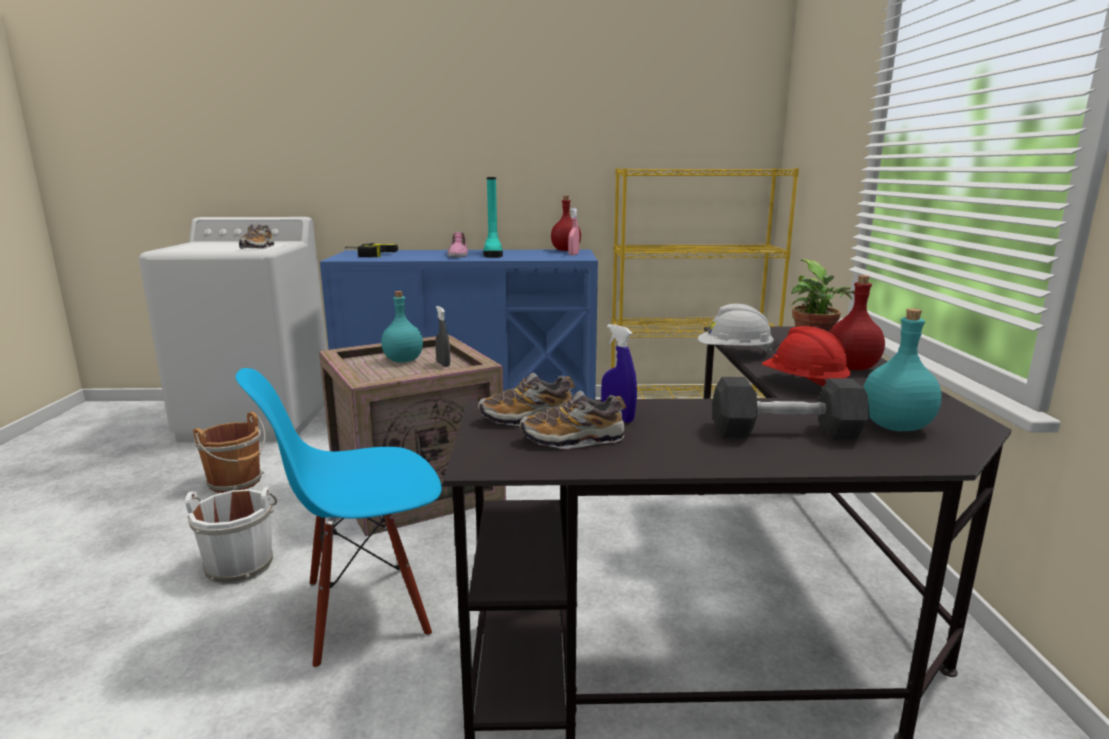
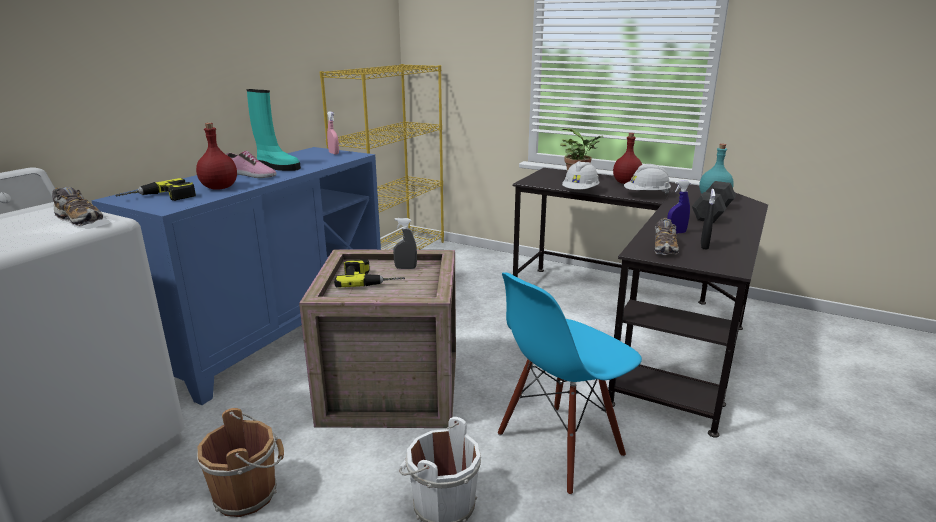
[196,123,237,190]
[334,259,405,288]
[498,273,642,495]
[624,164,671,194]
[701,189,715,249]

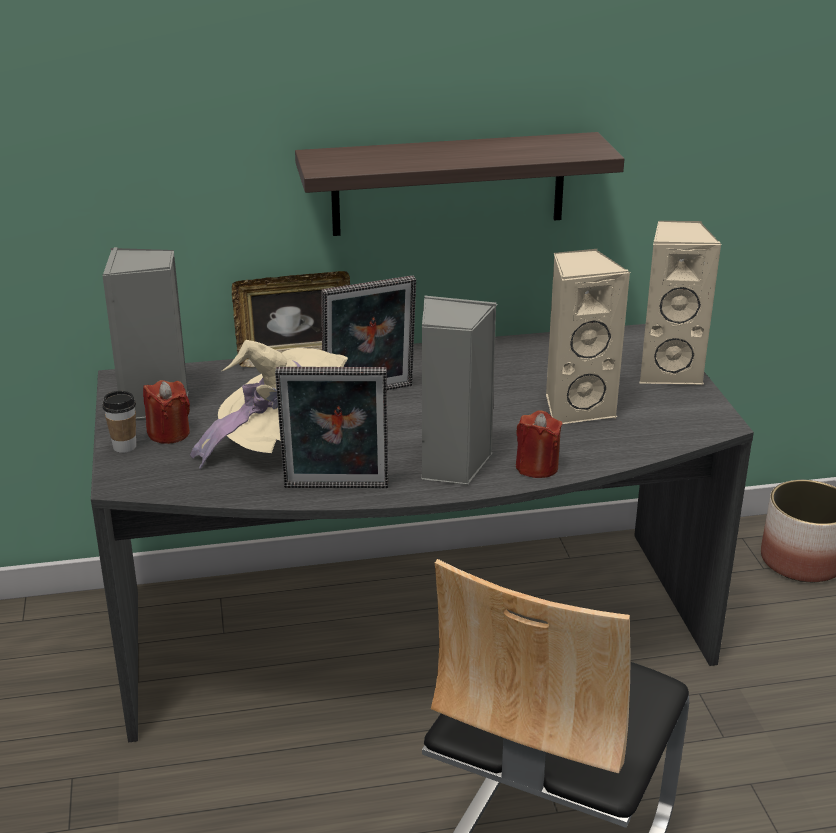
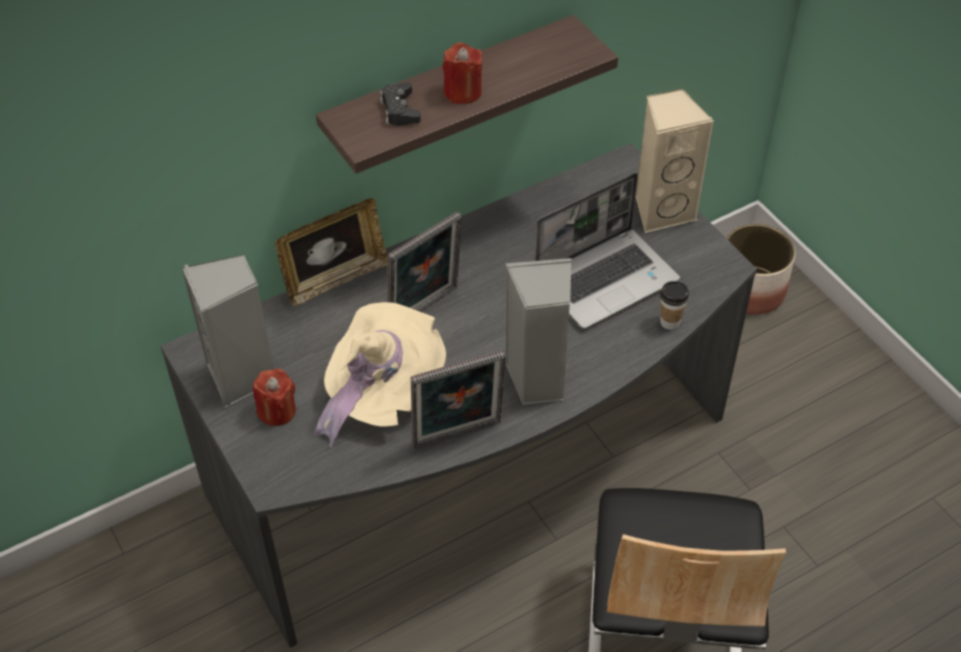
[380,82,421,126]
[442,43,483,104]
[535,173,680,329]
[660,281,689,330]

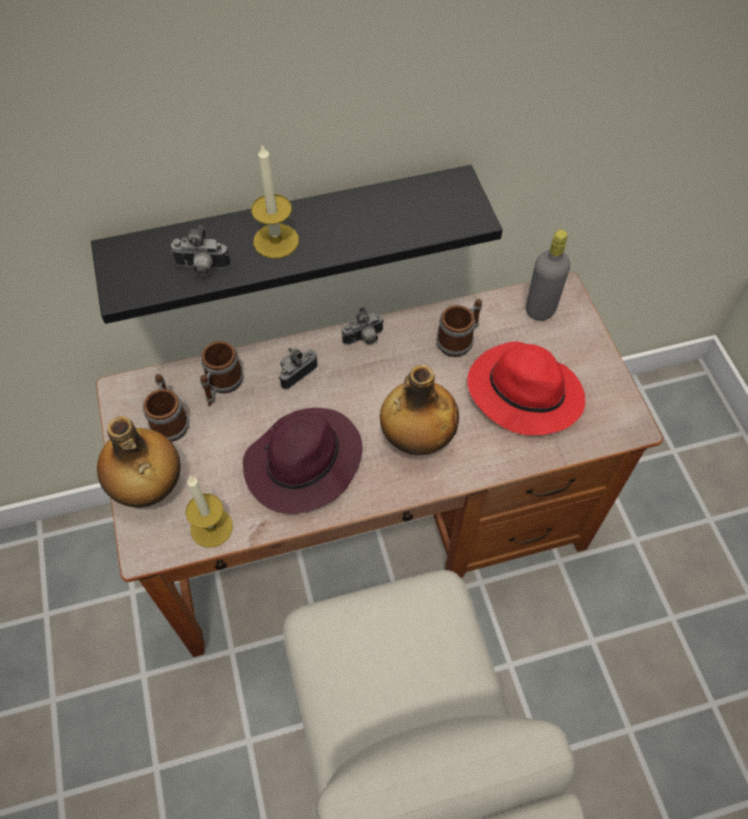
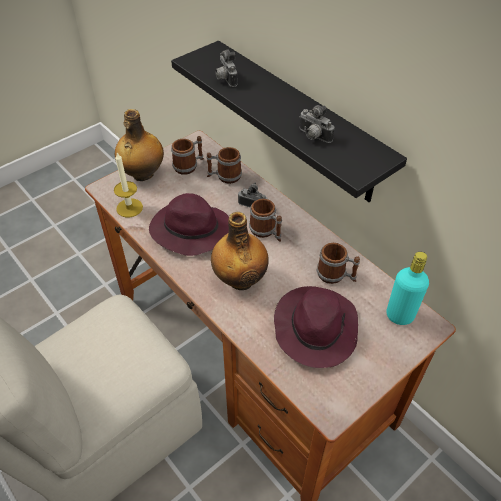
[249,199,282,242]
[274,286,358,368]
[299,105,335,143]
[387,252,429,325]
[251,144,299,258] (first image)

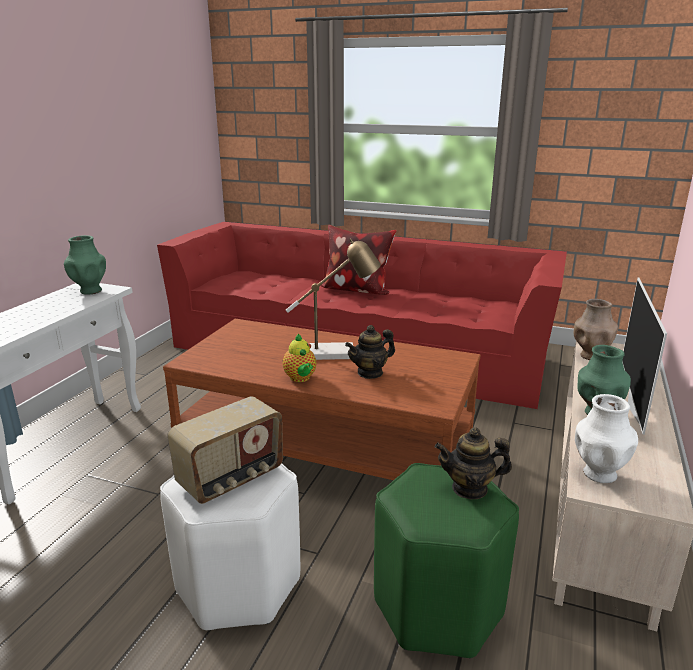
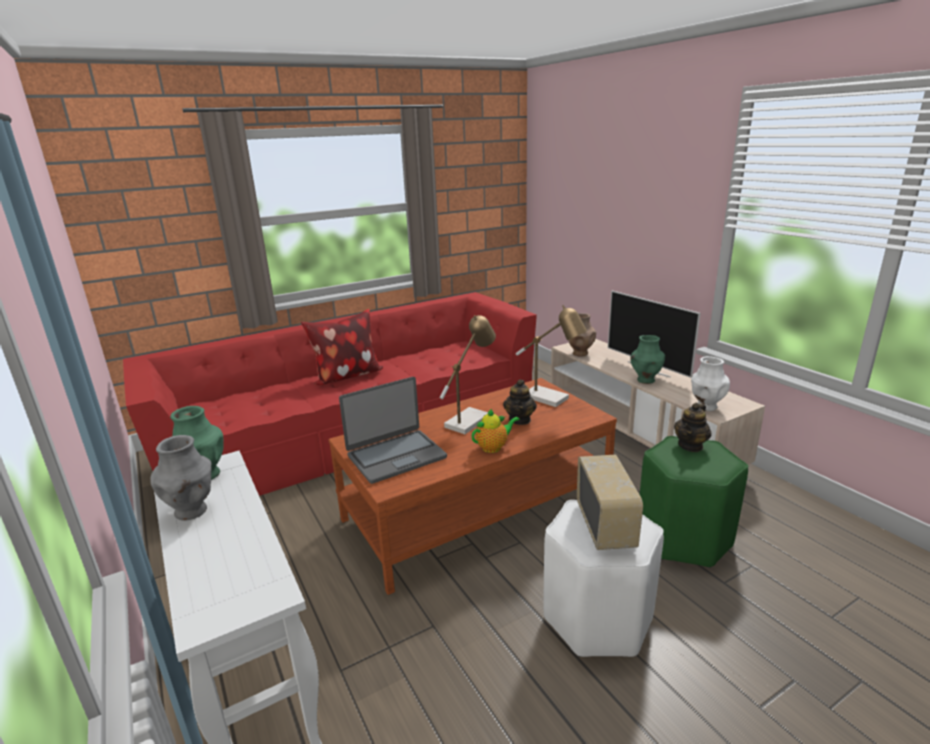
[151,435,212,521]
[339,377,447,484]
[472,409,520,453]
[516,305,587,407]

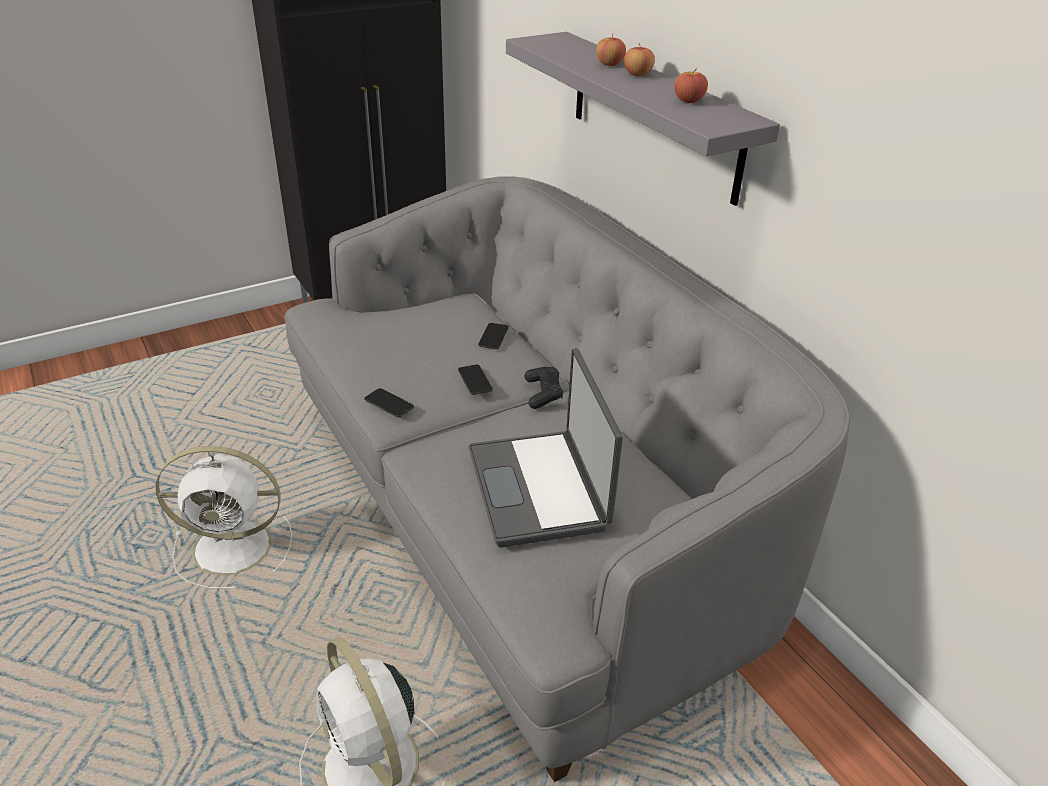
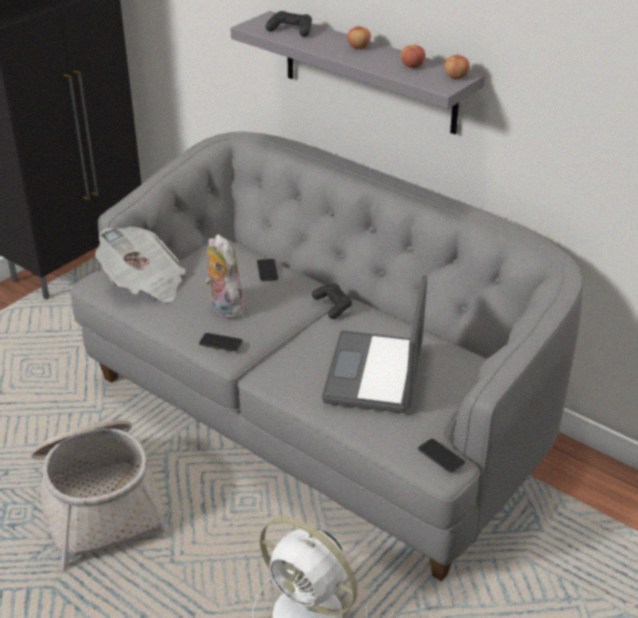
[30,420,173,571]
[95,227,186,302]
[205,234,245,319]
[266,11,312,37]
[322,275,427,413]
[418,439,465,473]
[444,53,470,79]

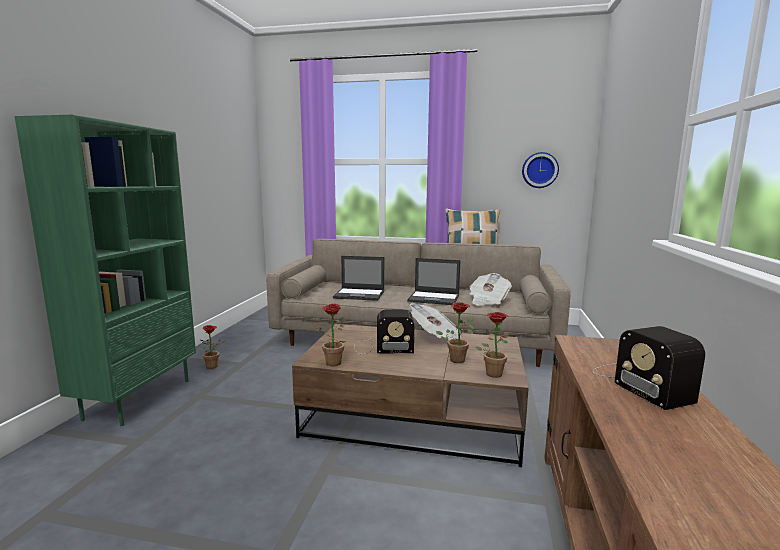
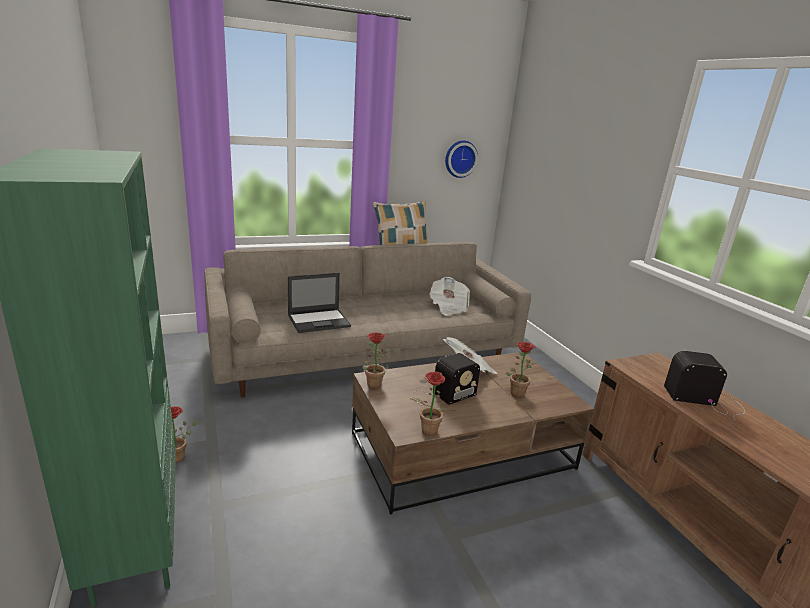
[362,332,390,389]
[664,351,745,421]
[407,258,460,305] (first image)

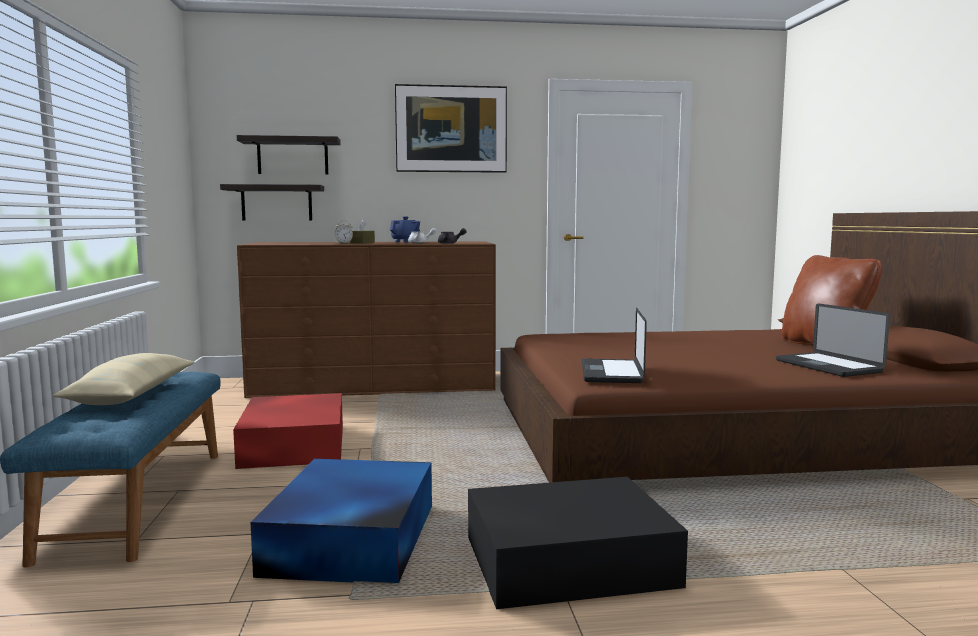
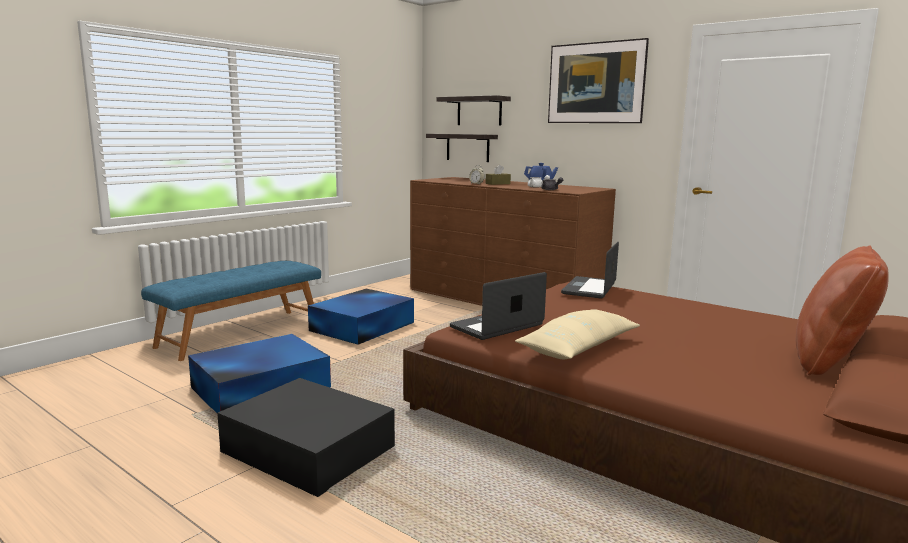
[308,289,414,345]
[515,309,640,359]
[561,242,619,299]

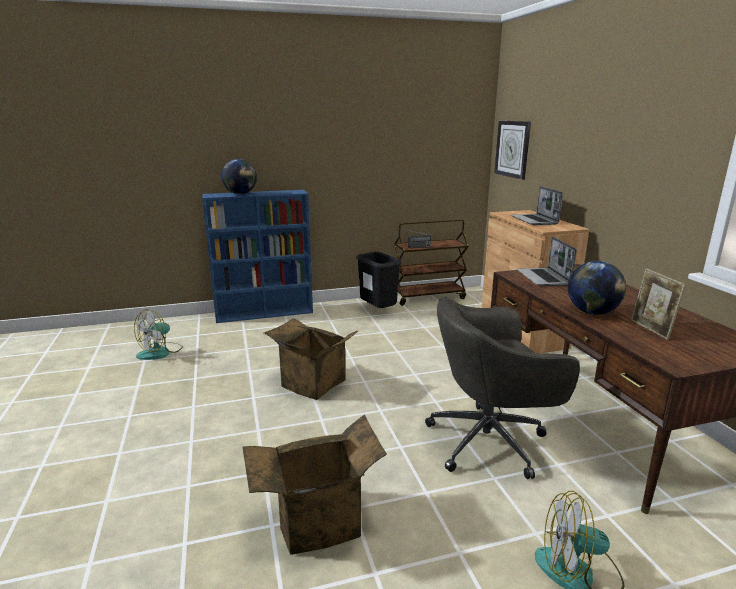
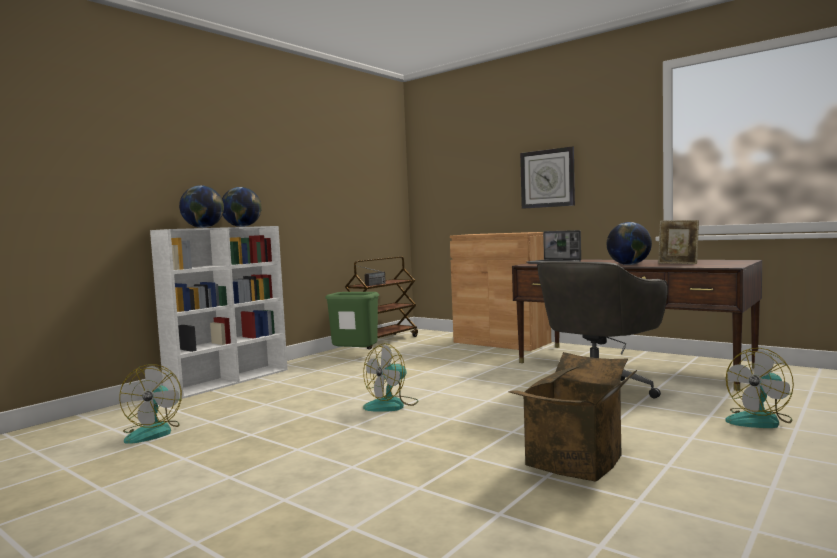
[150,226,288,399]
[222,187,262,227]
[325,292,379,347]
[363,343,419,412]
[520,146,575,209]
[511,186,563,225] (first image)

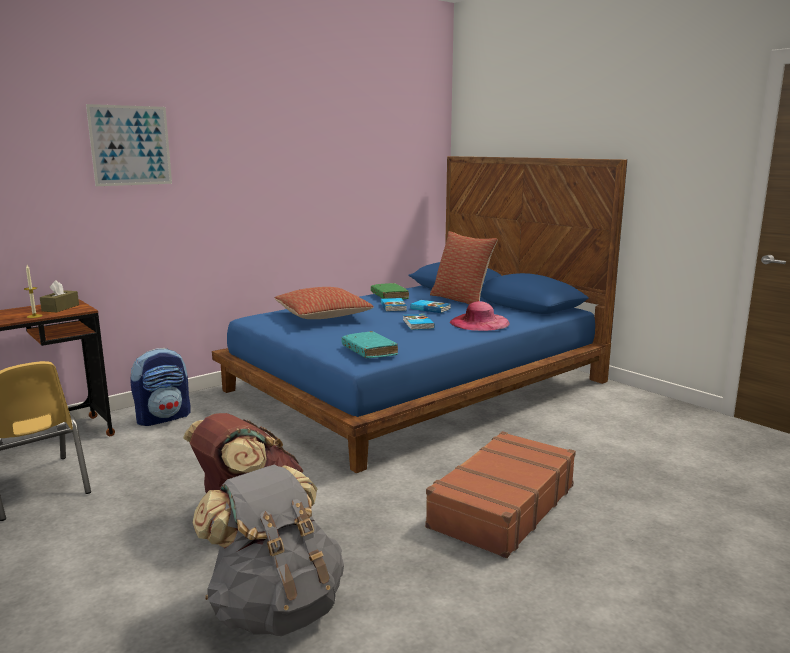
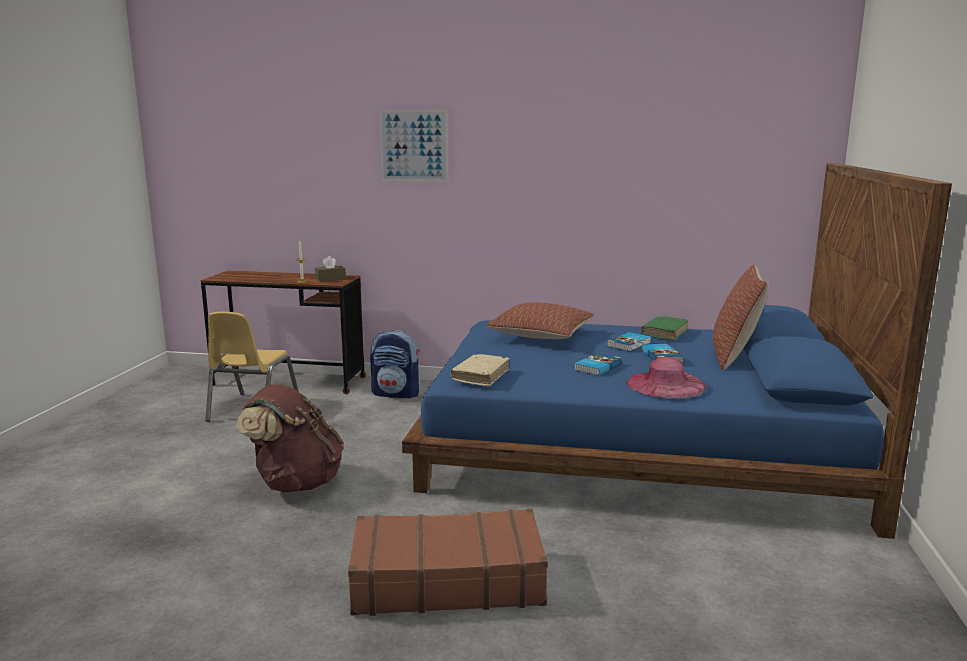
[451,354,509,386]
[192,464,344,636] (first image)

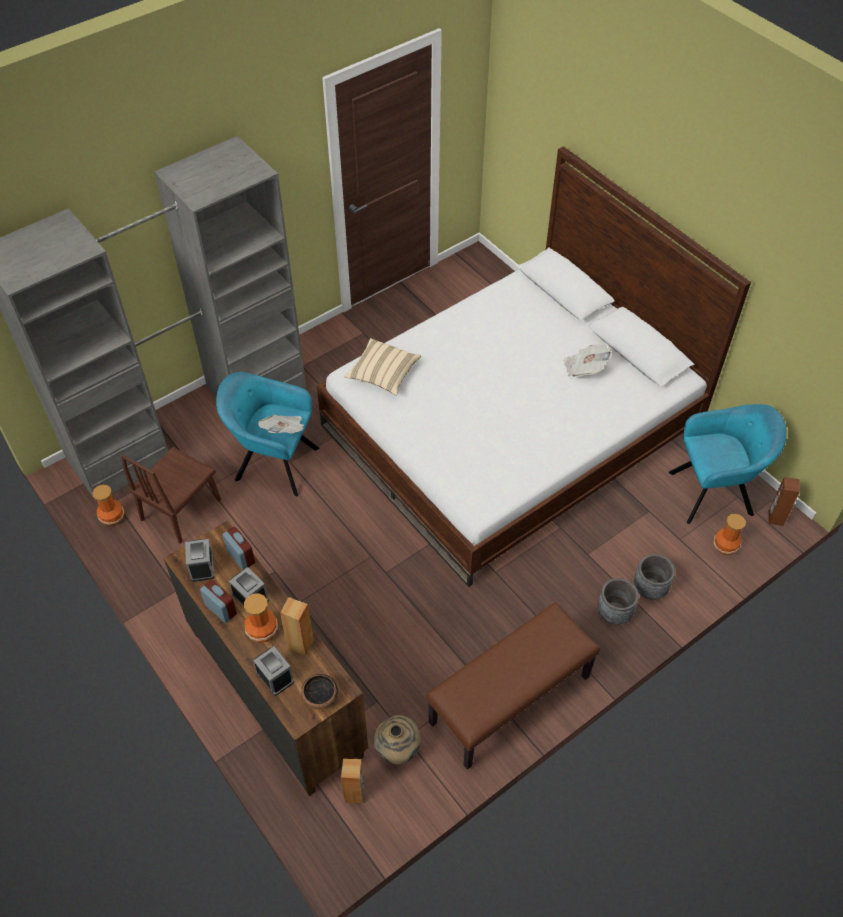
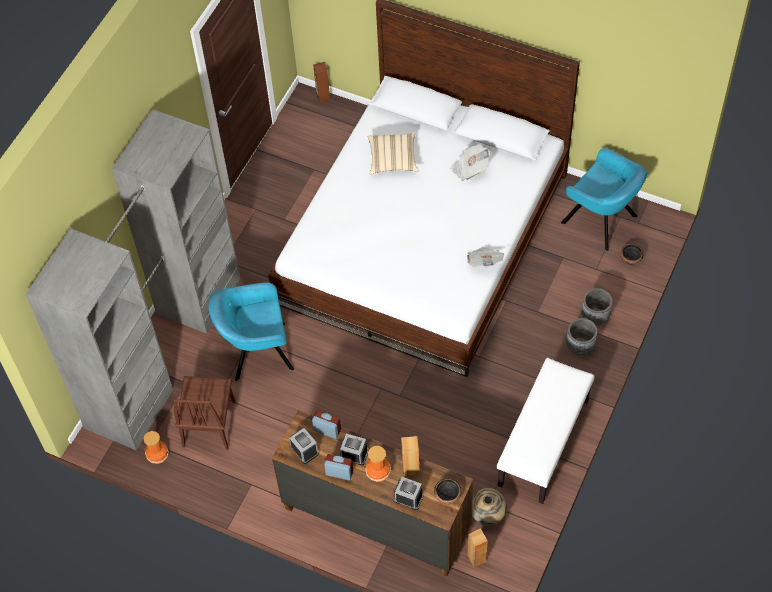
[313,62,330,102]
[368,133,419,174]
[467,245,504,267]
[497,358,595,504]
[561,148,647,251]
[620,244,643,265]

